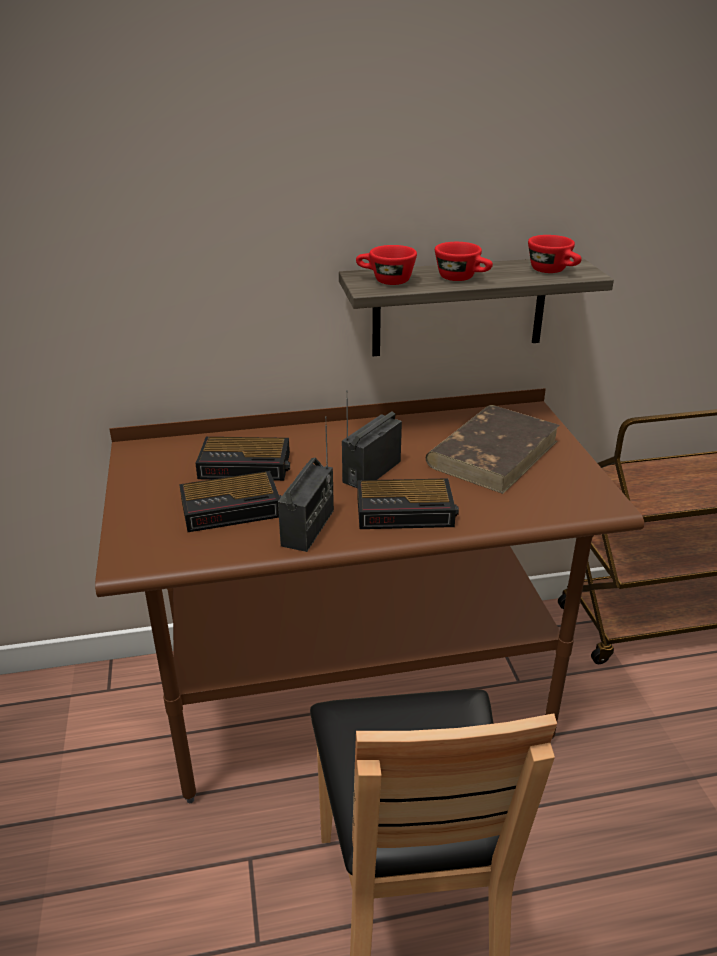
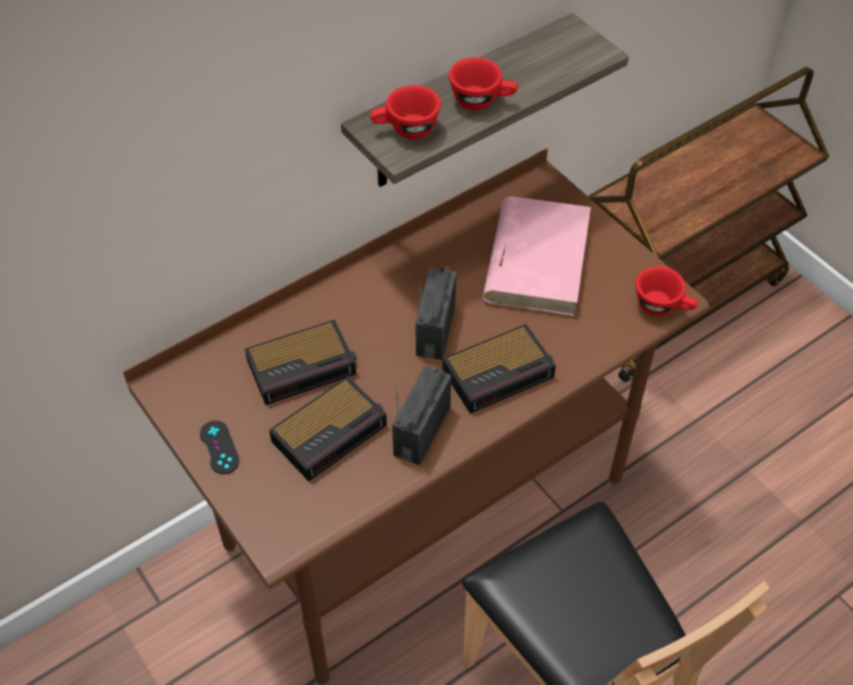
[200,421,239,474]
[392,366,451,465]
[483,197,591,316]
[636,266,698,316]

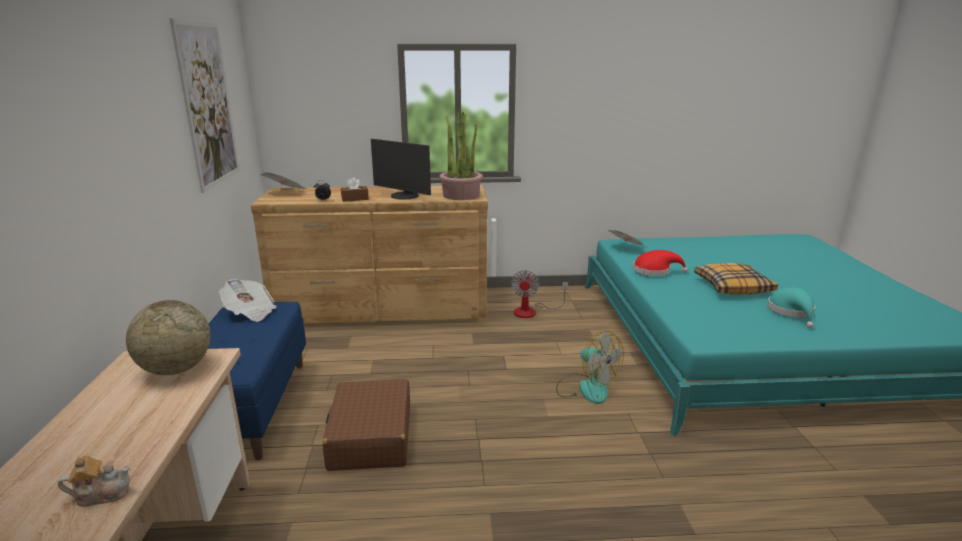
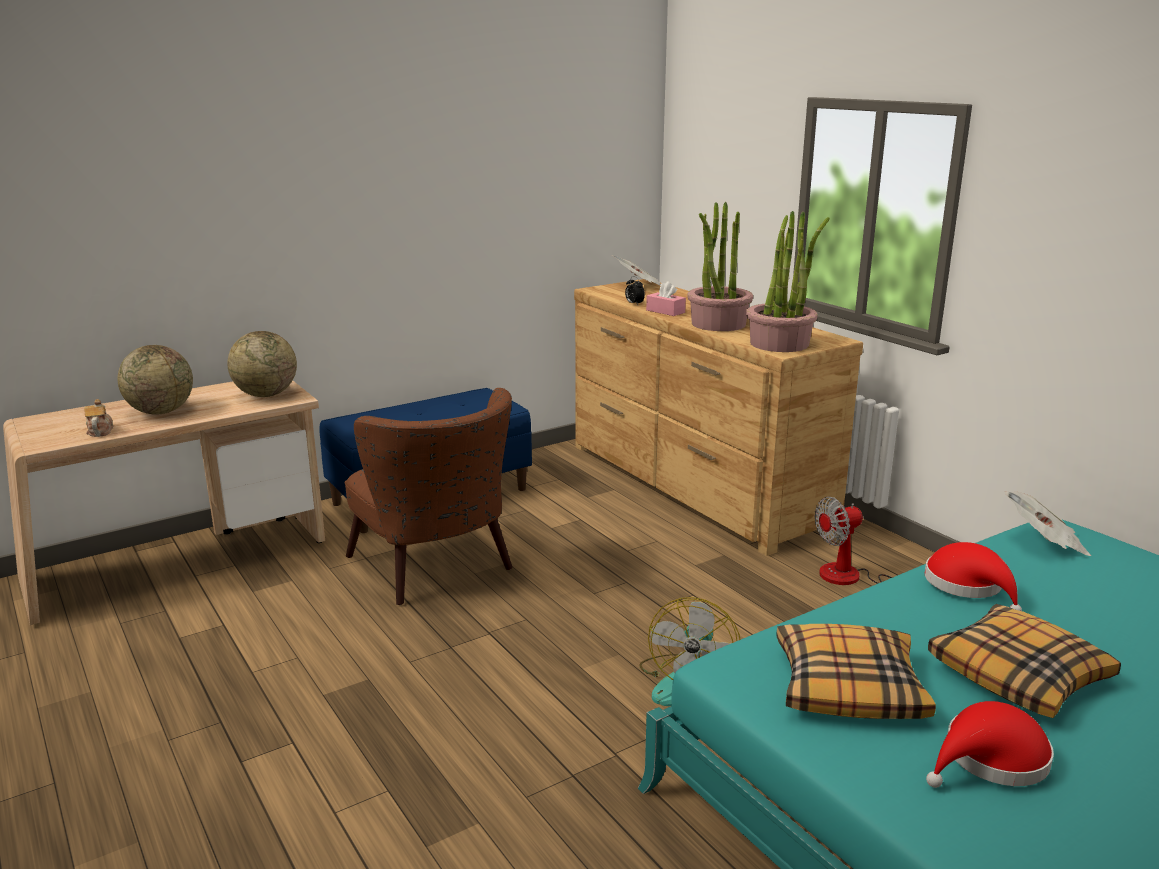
[84,399,113,437]
[117,345,193,415]
[344,388,512,605]
[646,281,686,316]
[687,202,753,331]
[776,624,936,719]
[926,701,1054,788]
[170,18,240,193] (first image)
[219,279,276,322] (first image)

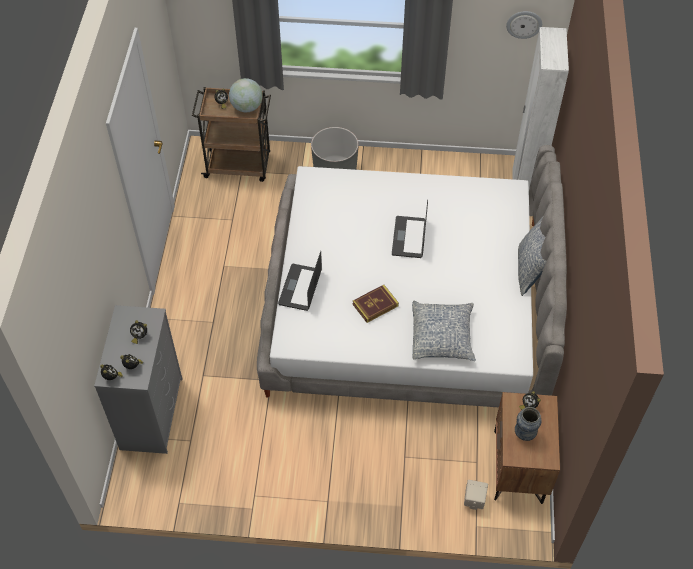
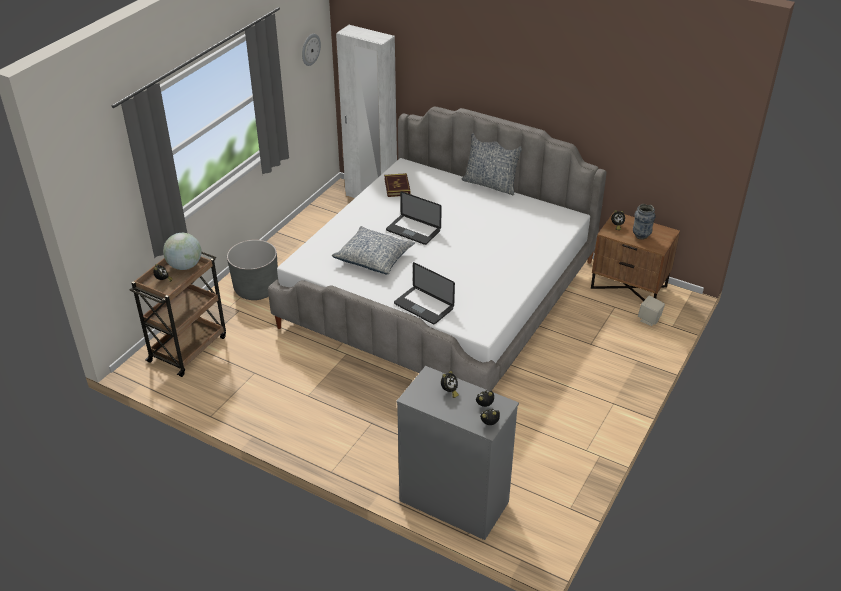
[332,226,415,275]
[384,173,411,197]

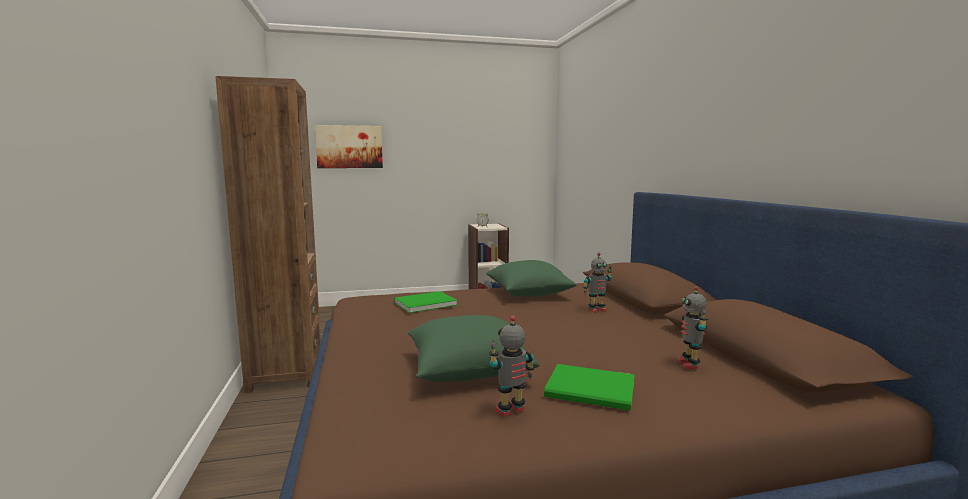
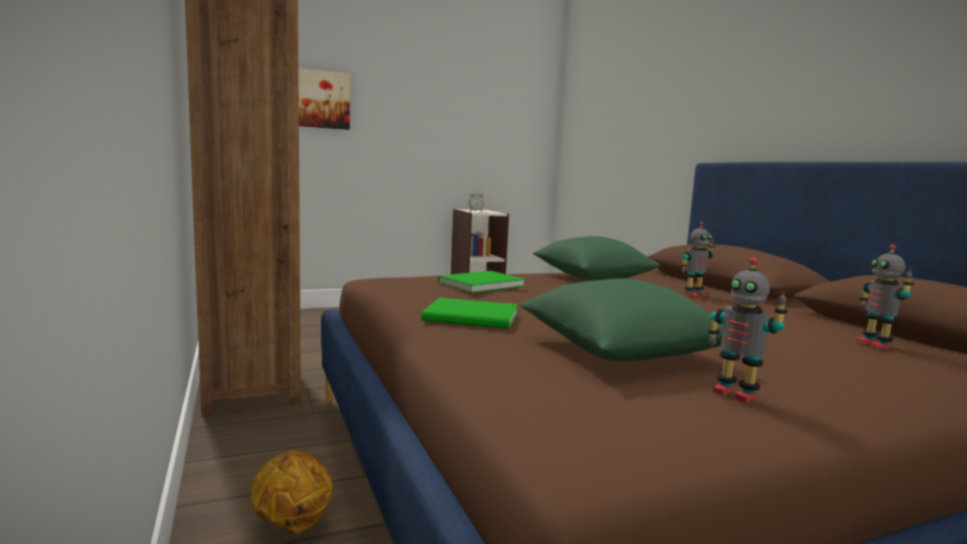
[251,451,333,534]
[421,298,518,329]
[707,257,788,403]

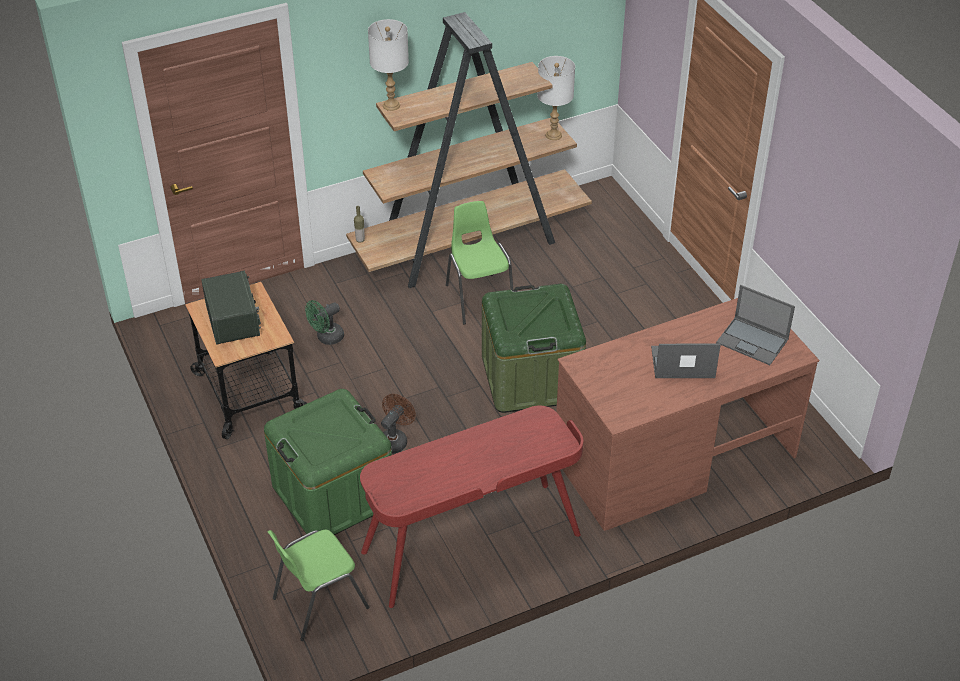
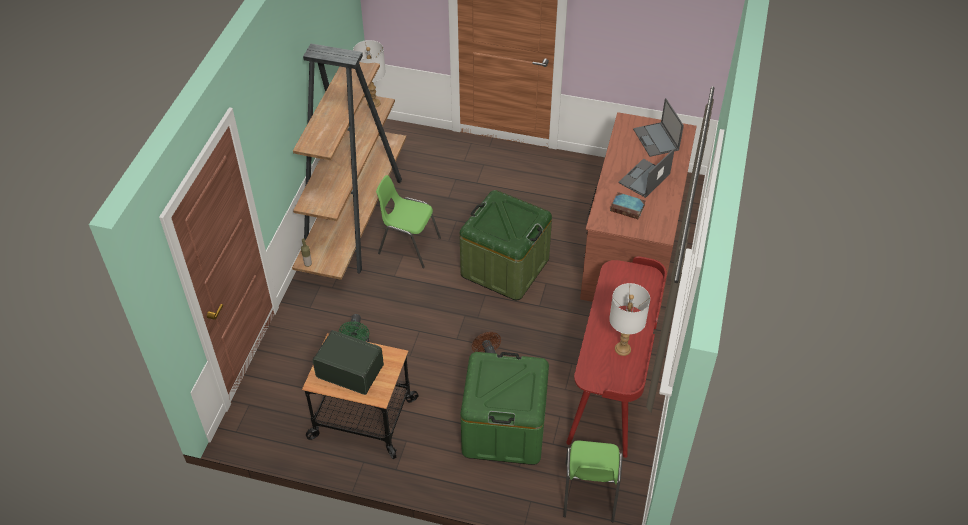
[609,283,650,356]
[610,192,645,219]
[633,98,684,157]

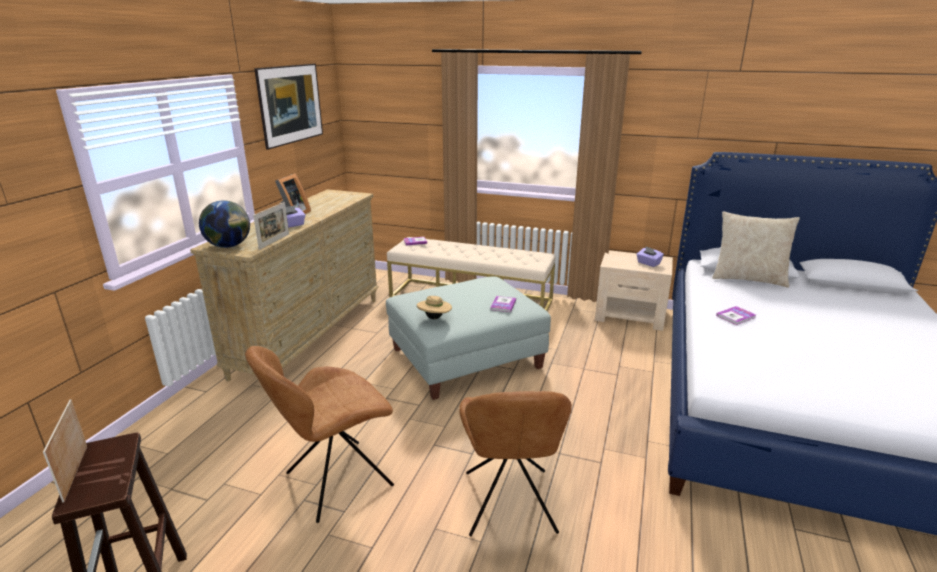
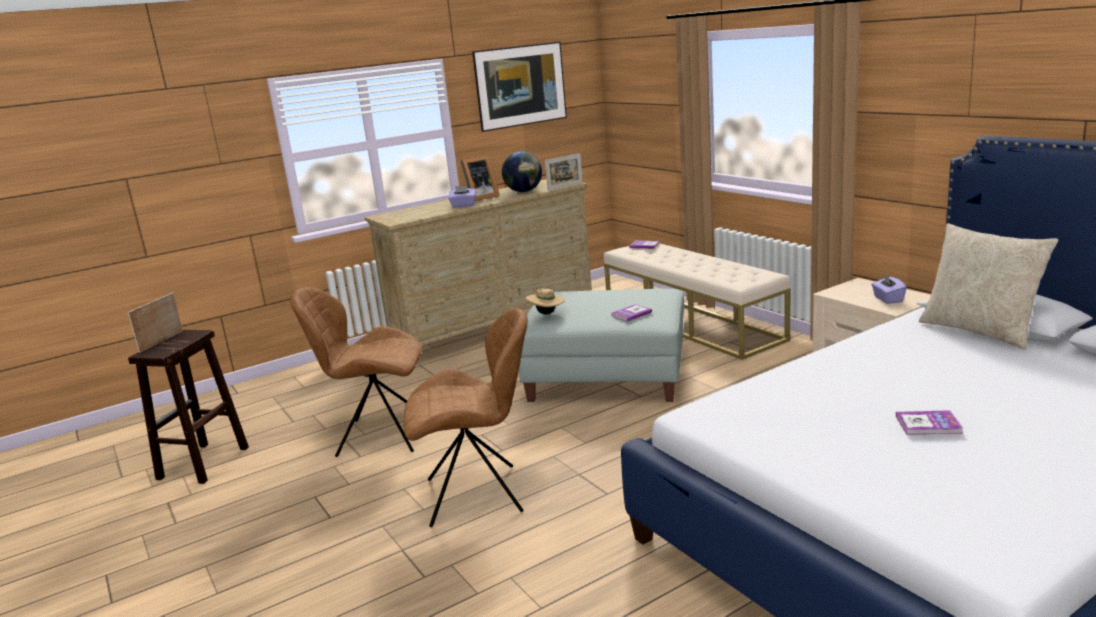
[404,308,528,527]
[502,151,542,192]
[545,153,583,191]
[896,410,964,435]

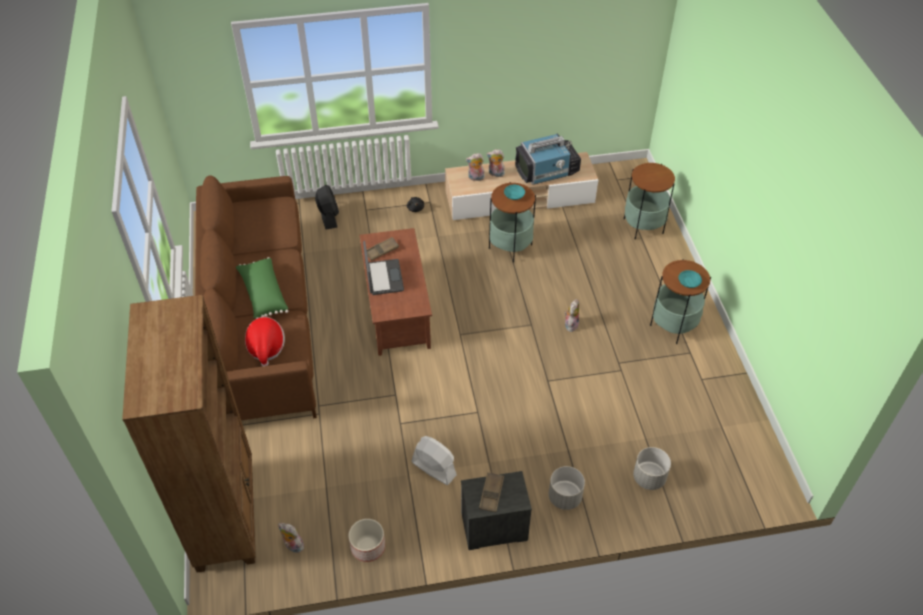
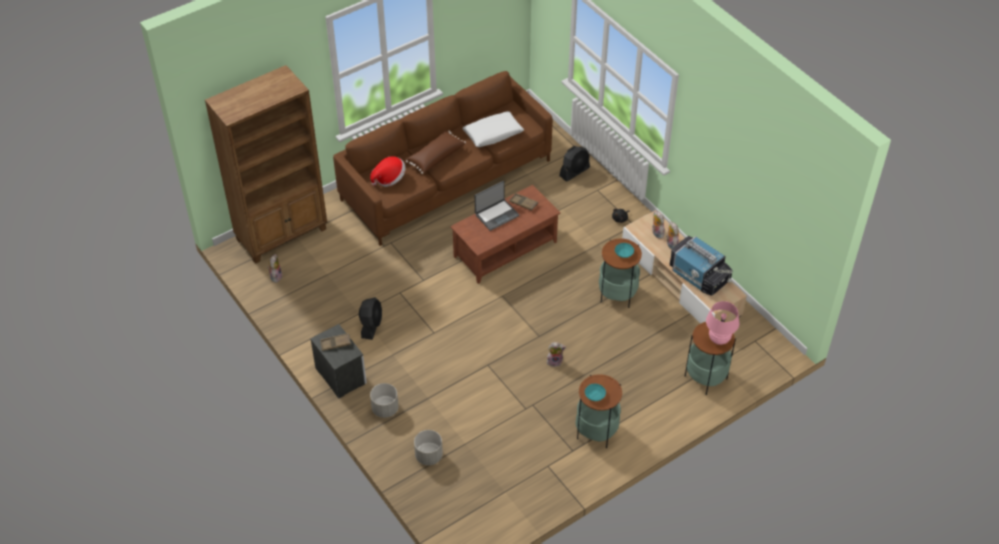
[359,297,382,340]
[406,130,466,174]
[462,111,524,147]
[706,301,739,345]
[348,519,385,562] (first image)

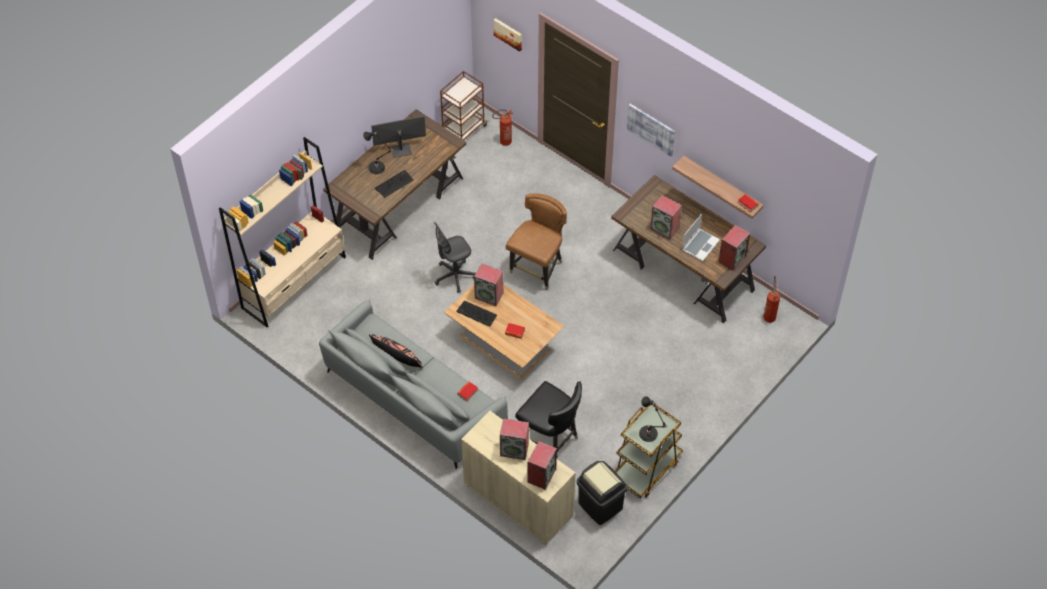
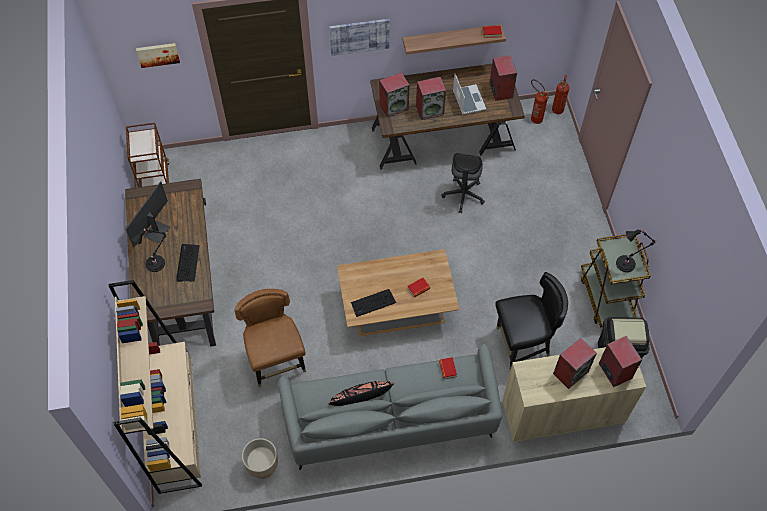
[234,289,306,387]
[242,438,278,479]
[379,72,409,118]
[441,153,485,213]
[552,75,569,114]

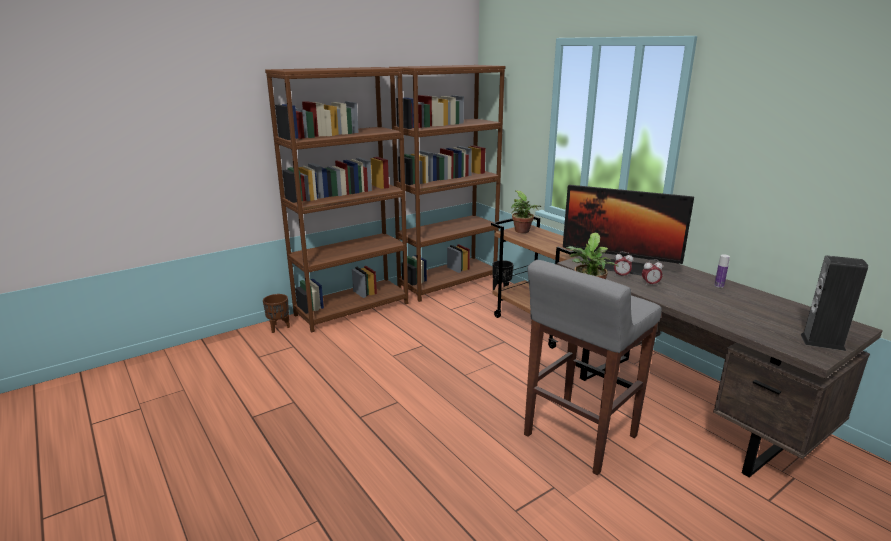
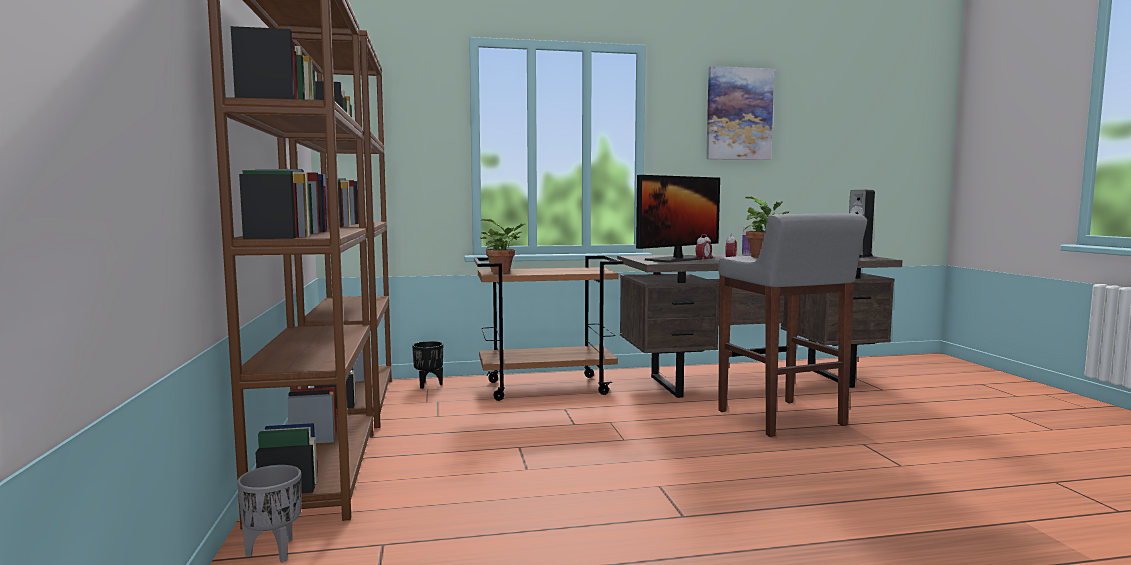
[237,465,301,562]
[706,66,774,160]

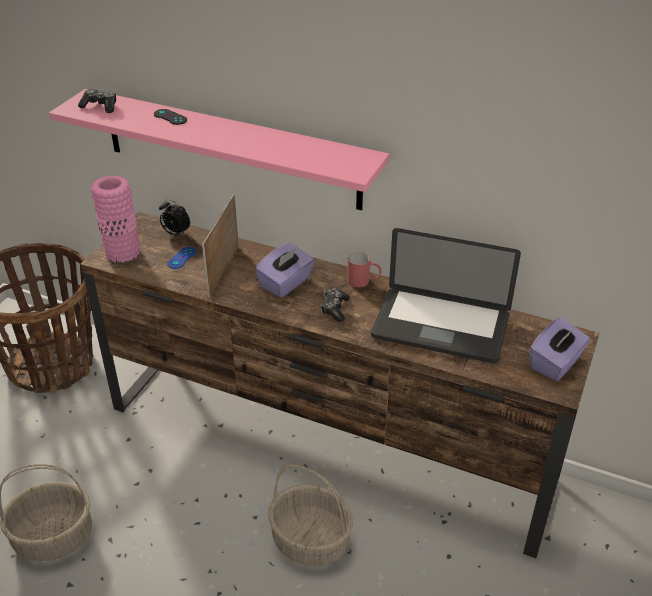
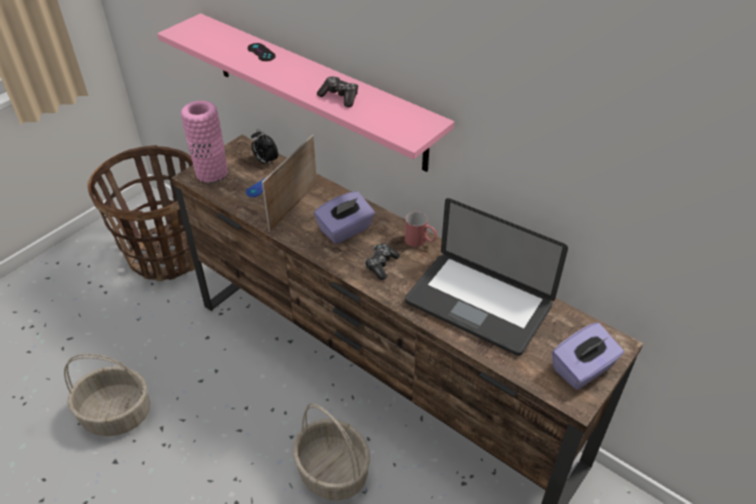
[317,76,358,107]

